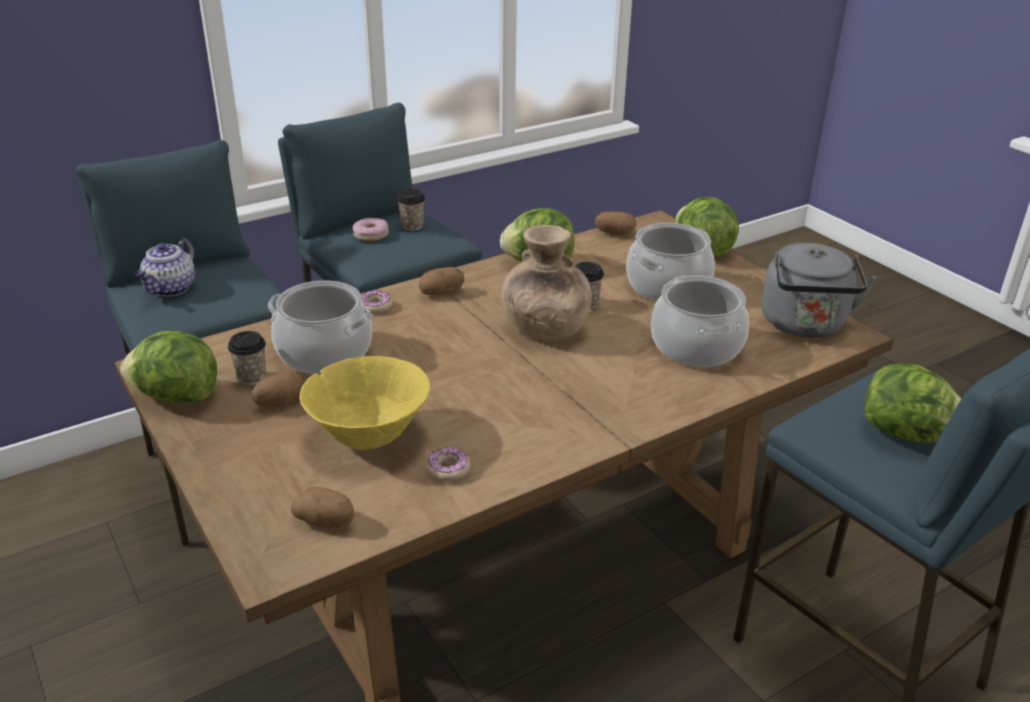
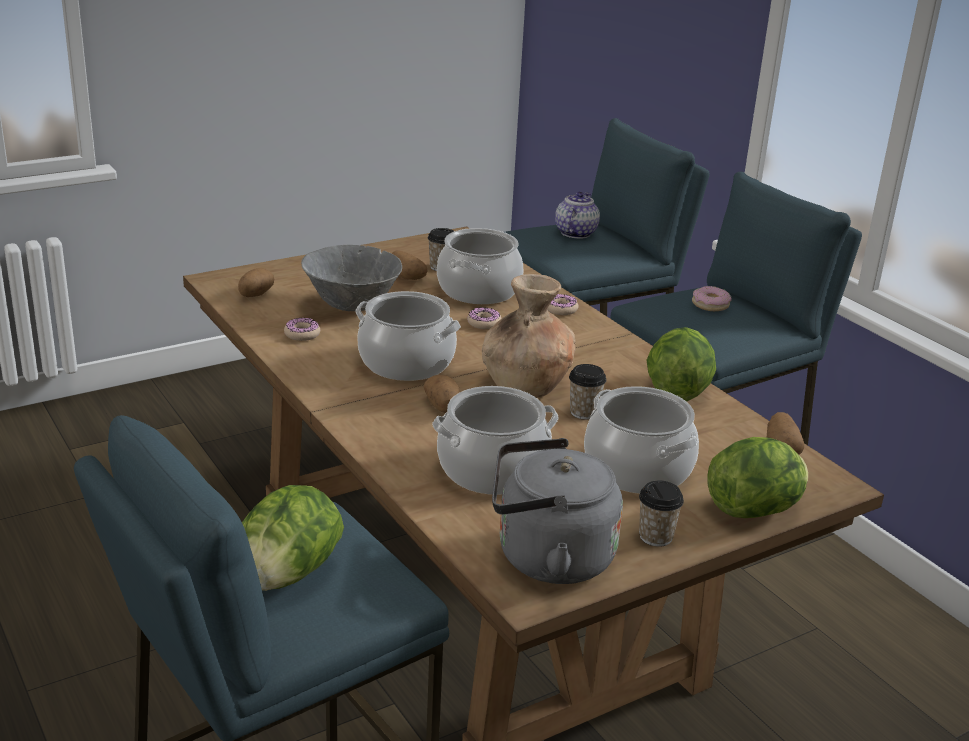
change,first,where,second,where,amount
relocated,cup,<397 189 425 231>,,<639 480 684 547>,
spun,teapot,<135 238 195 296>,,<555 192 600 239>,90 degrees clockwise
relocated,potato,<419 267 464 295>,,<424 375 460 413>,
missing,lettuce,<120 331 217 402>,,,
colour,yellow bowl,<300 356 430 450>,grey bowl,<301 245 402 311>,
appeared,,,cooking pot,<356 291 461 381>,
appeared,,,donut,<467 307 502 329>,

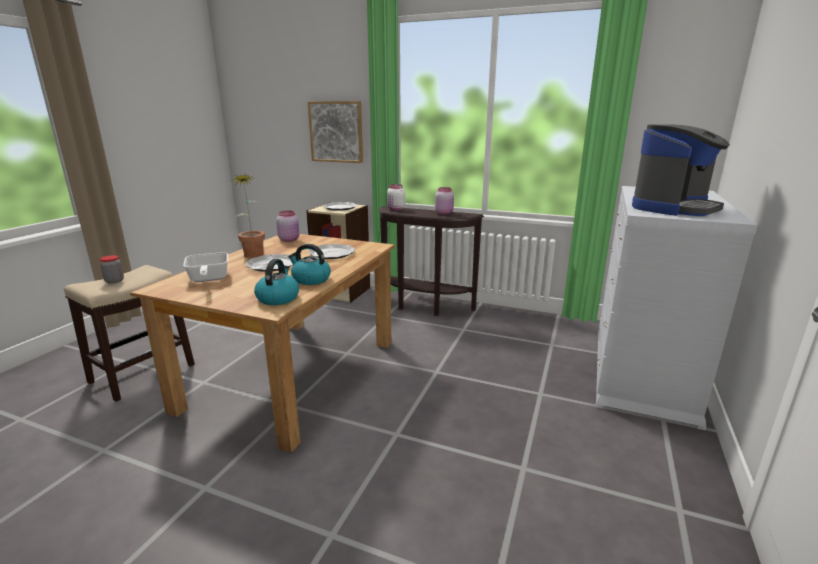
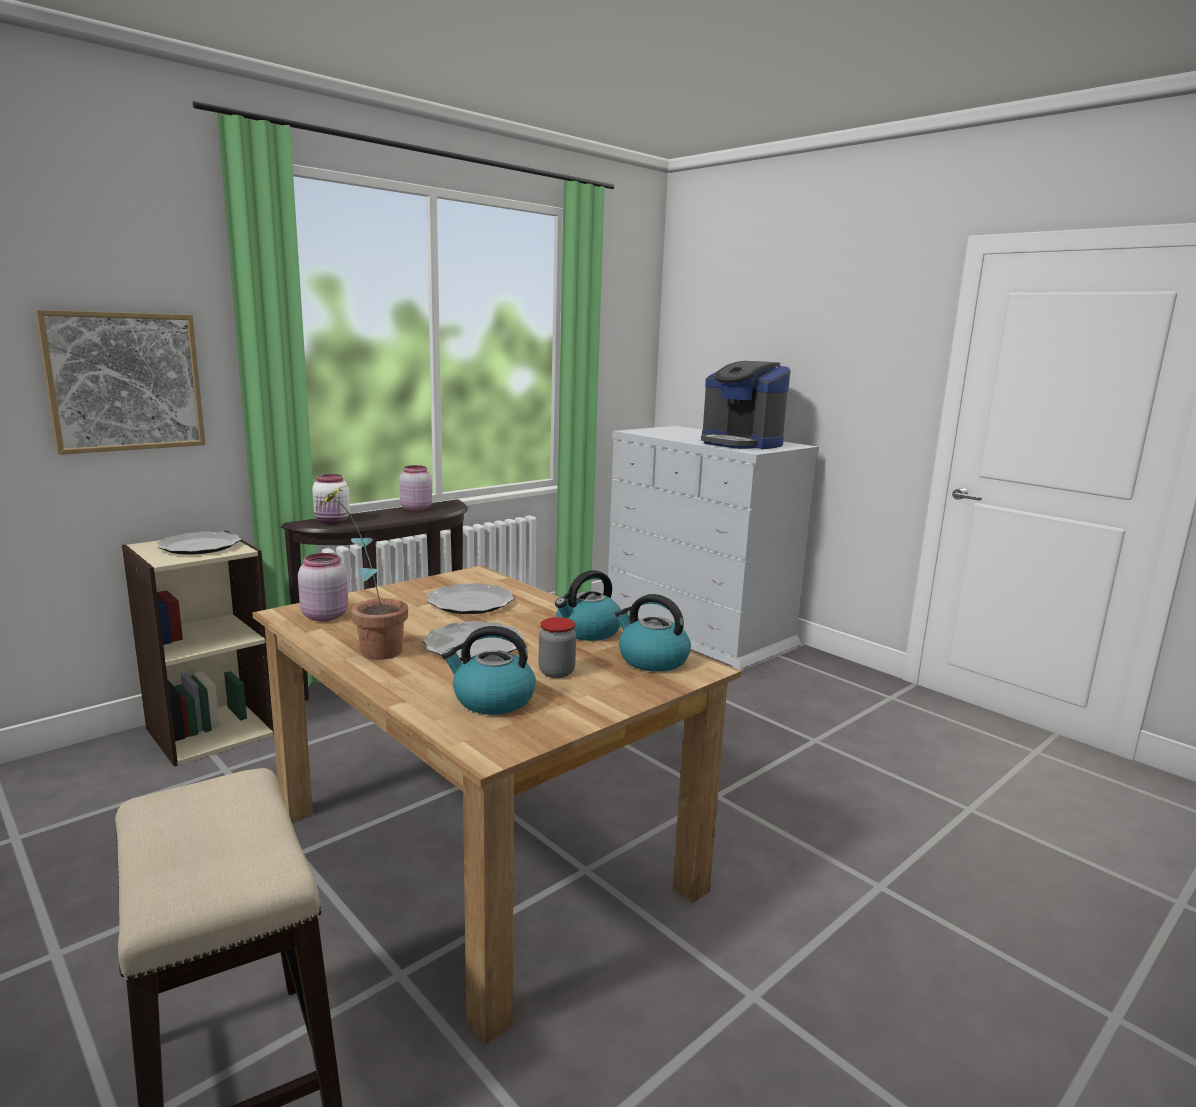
change,first,where,second,where,amount
spun,coffee machine,<632 124 730 216>,,<701 361 791 449>,150 degrees clockwise
exchanged,frying pan,<183 252 228 282>,kettle,<442 626 536 715>,
relocated,jar,<100 255 124 284>,,<539 617 576 678>,

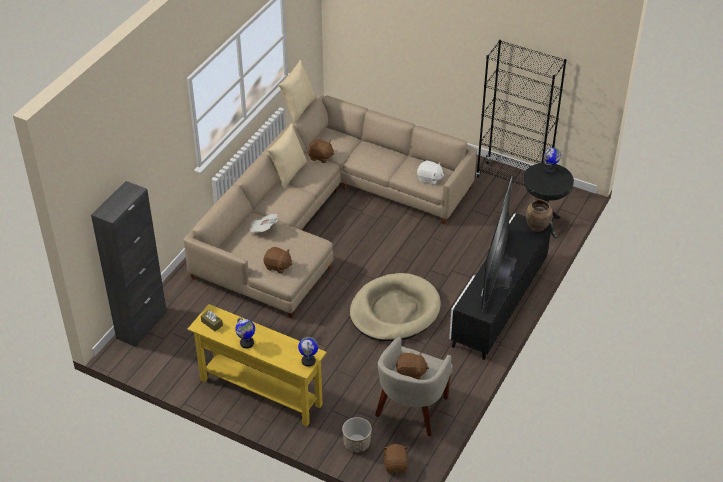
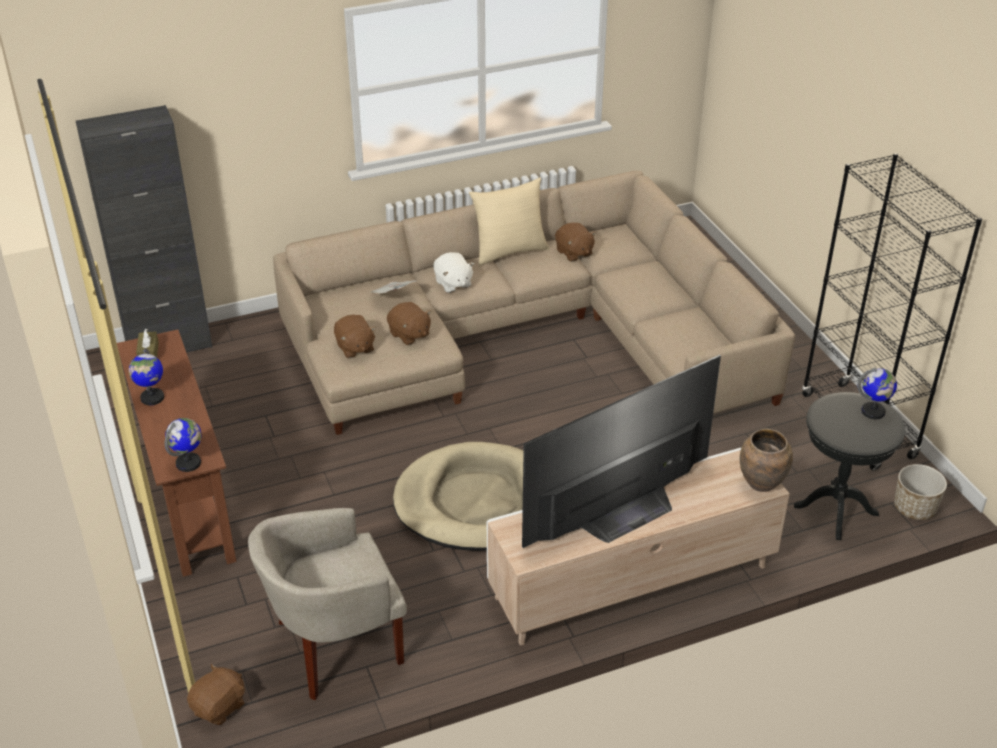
change,first,where,second,where,amount
missing,beige pillow,<278 60 316 124>,,,
relocated,white plush toy,<417 160 444 185>,,<434 252 474 293>,
colour,black tv stand,<449 213 552 360>,beige tv stand,<487 447 790 646>,
colour,yellow console table,<188 304 327 426>,brown console table,<117 330 236 577>,
relocated,brown plush toy,<396 352 429 380>,,<387 302 431 345>,
relocated,planter,<342 417 372 453>,,<894 464 947 520>,

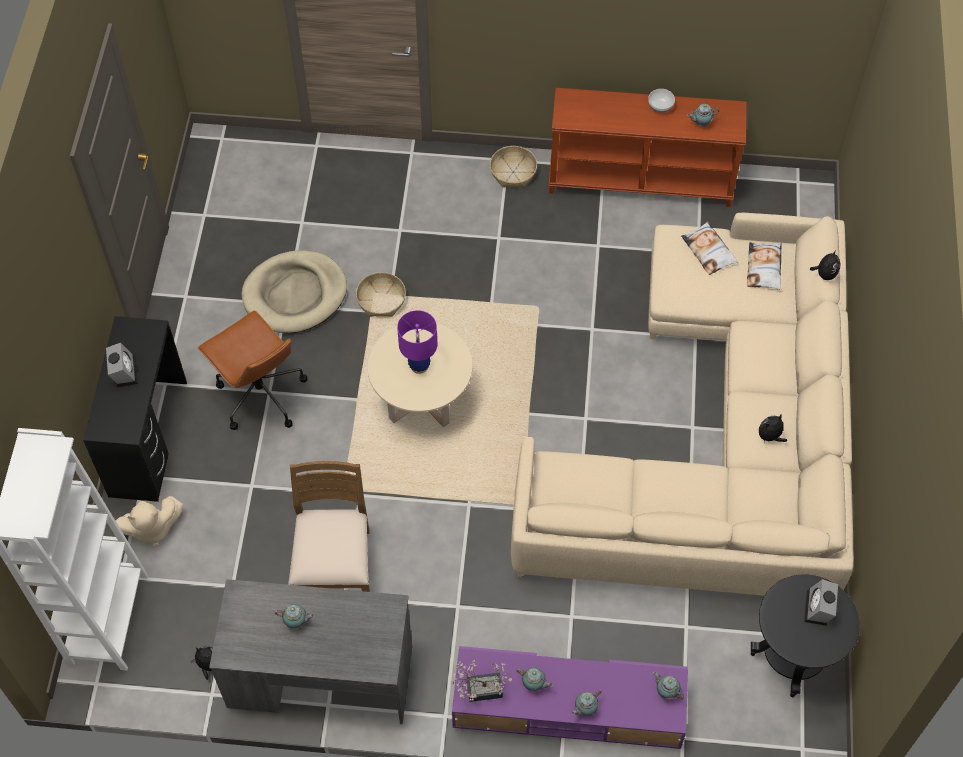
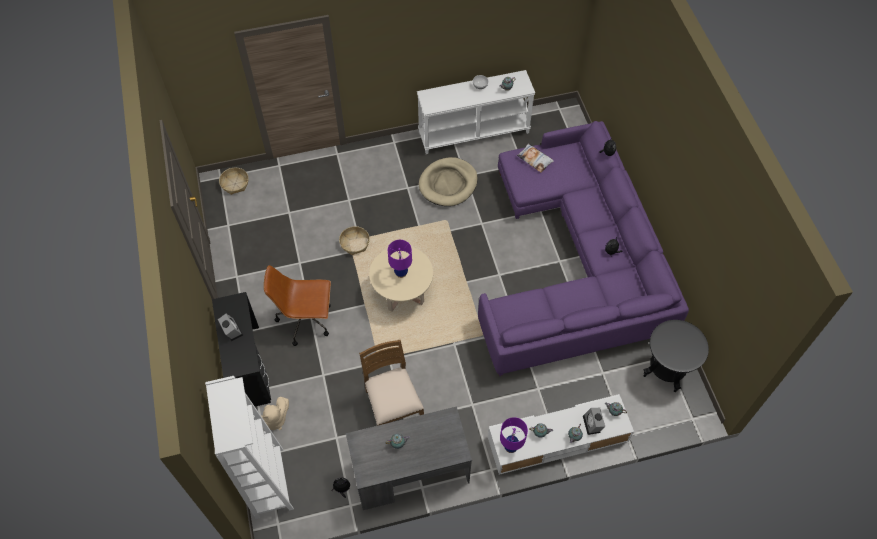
change,first,where,second,where,amount
colour,brown console table,<548 88 747 207>,white console table,<417 70 535 154>,
relocated,basket,<490 146 537 187>,,<219 168 249 195>,
colour,beige sofa,<511 212 854 596>,purple sofa,<478 121 689 376>,
missing,pillow,<747 242 782 290>,,,
relocated,beige dog bed,<242 250 347 333>,,<419 157 478 206>,
spun,brown office chair,<198 311 307 430>,,<264 265 331 346>,150 degrees clockwise
relocated,alarm clock,<804 579 838 626>,,<583 408 605 435>,
colour,purple tv stand,<452 646 688 749>,white tv stand,<488 394 634 475>,
exchanged,potted plant,<452 660 512 702>,purple table lamp,<500 417 528 453>,

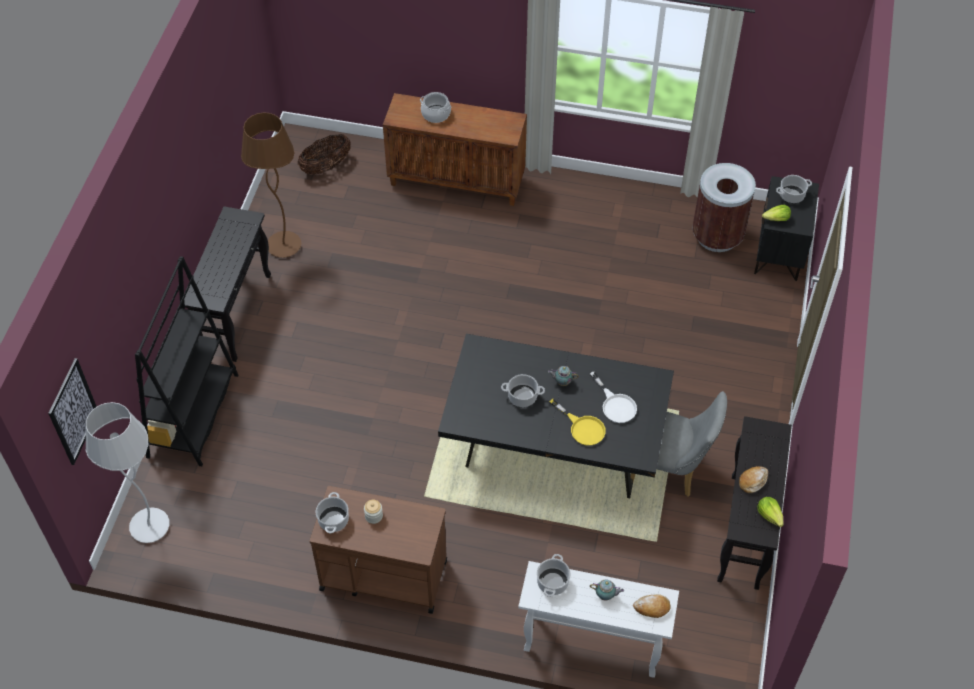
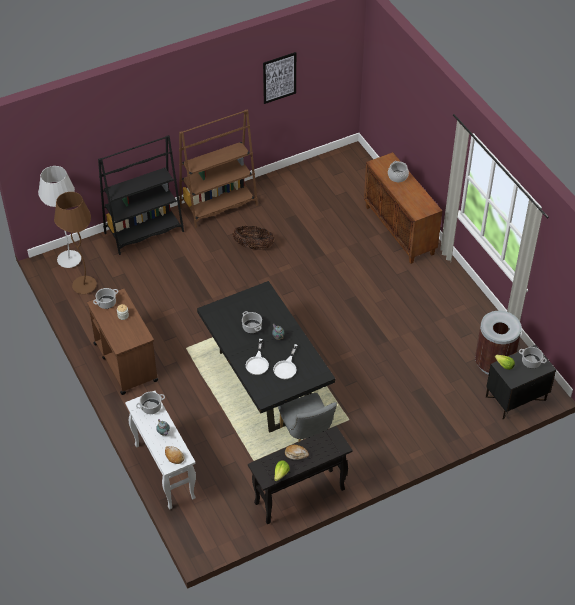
change,first,where,second,where,amount
relocated,brown floor lamp,<241 113 301 258>,,<54 192 97 294>,
relocated,basket,<298 134 351 175>,,<233 226 275 250>,
exchanged,black console table,<184 206 271 362>,brown bookcase,<179 110 258 228>,
relocated,picture,<48 358 97 465>,,<263 52 296 104>,
colour,yellow frying pan,<549 399 606 446>,white frying pan,<246 339 269 375>,

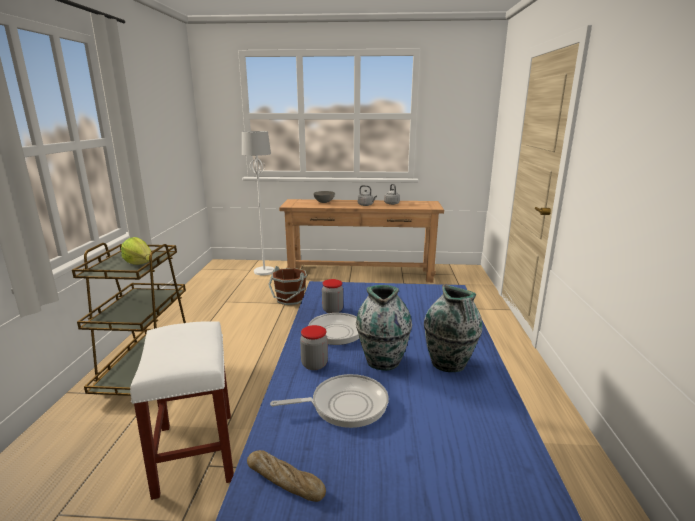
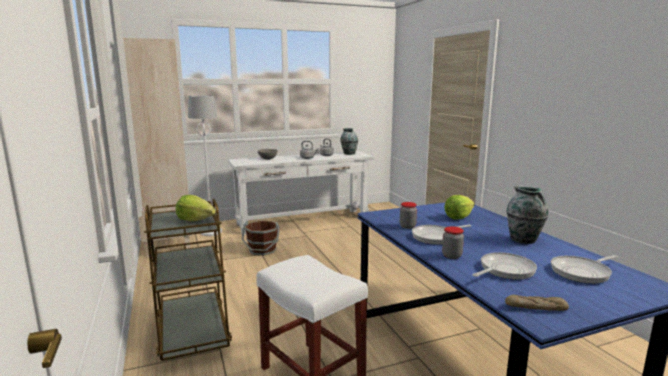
change,first,where,second,where,amount
colour,brown console table,<279 199 444 283>,white console table,<228 151 374 235>,
relocated,vase,<356 285 412 371>,,<340 128 358 155>,
appeared,,,beige bookcase,<123 38 192 257>,
appeared,,,lettuce,<444 195 475 219>,
appeared,,,frying pan,<551 255 618 284>,

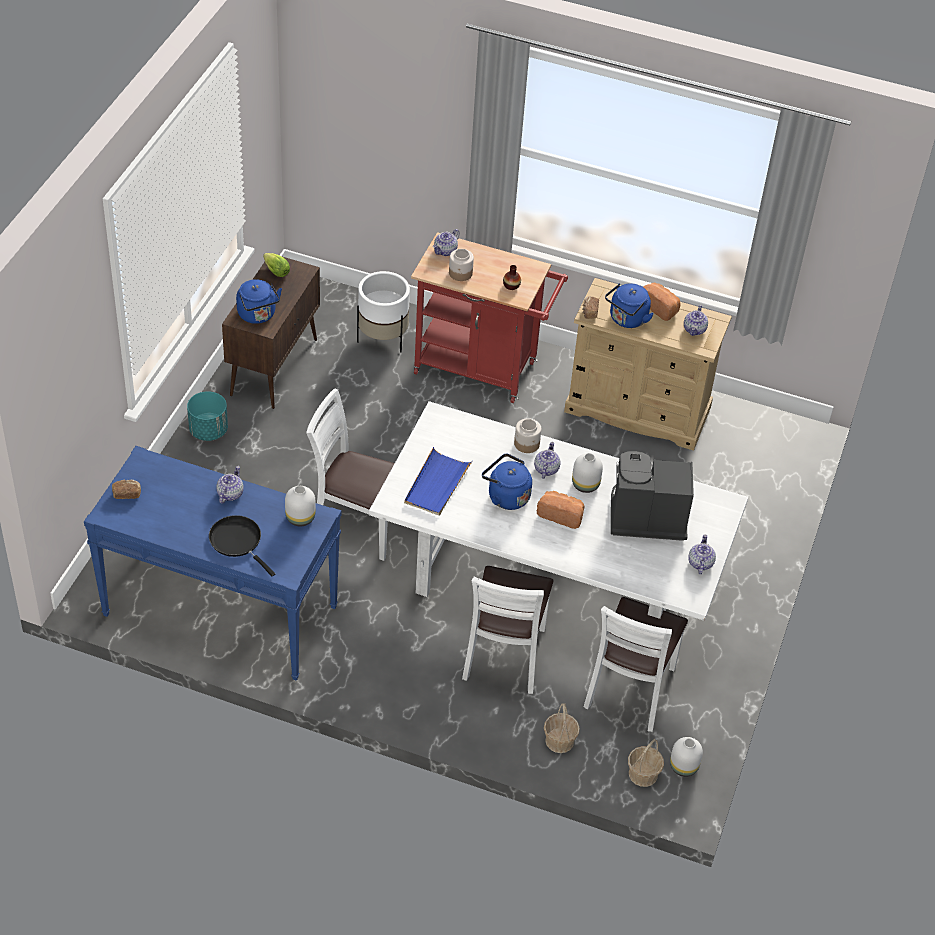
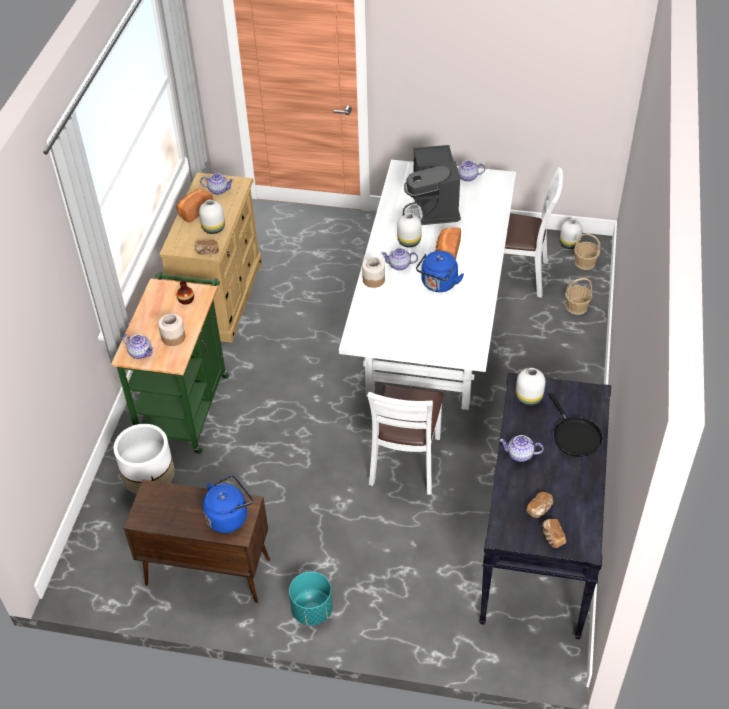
change,first,where,second,where,amount
colour,red cart,<411 232 568 403>,green cart,<111 271 229 454>,
missing,lettuce,<263 253 290 277>,,,
exchanged,blue kettle,<605 283 654 328>,white vase,<199 200 225 234>,
colour,blue console table,<84 446 342 681>,black console table,<479 373 611 640>,
missing,blue tray,<404 447 472 516>,,,
spun,black frying pan,<209 515 275 577>,,<548 393 603 457>,60 degrees counterclockwise
missing,white chair,<462 566 553 694>,,,
appeared,,,bread,<526 492 553 518>,

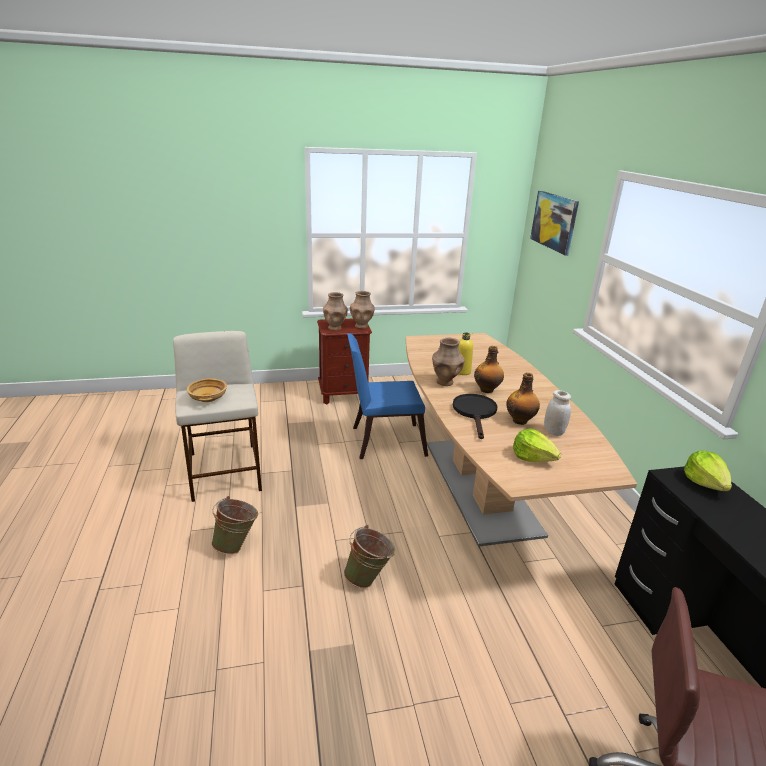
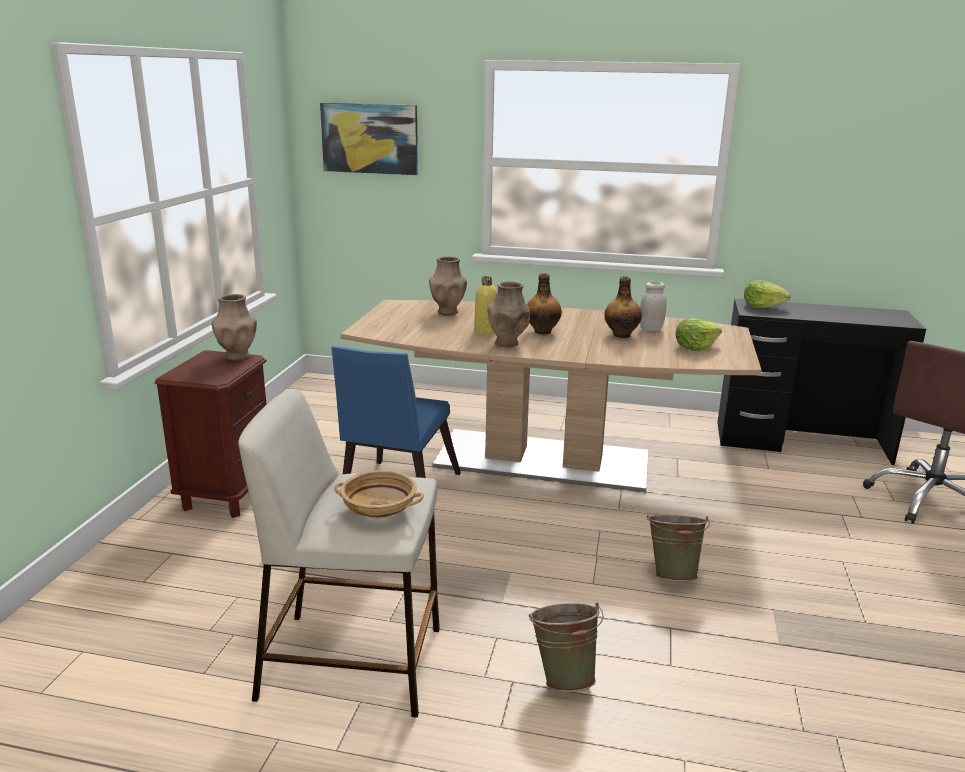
change,first,where,second,where,amount
relocated,brown vase,<323 292 348 331>,,<429 256 467 315>,
missing,black frying pan,<453 394 497 439>,,,

